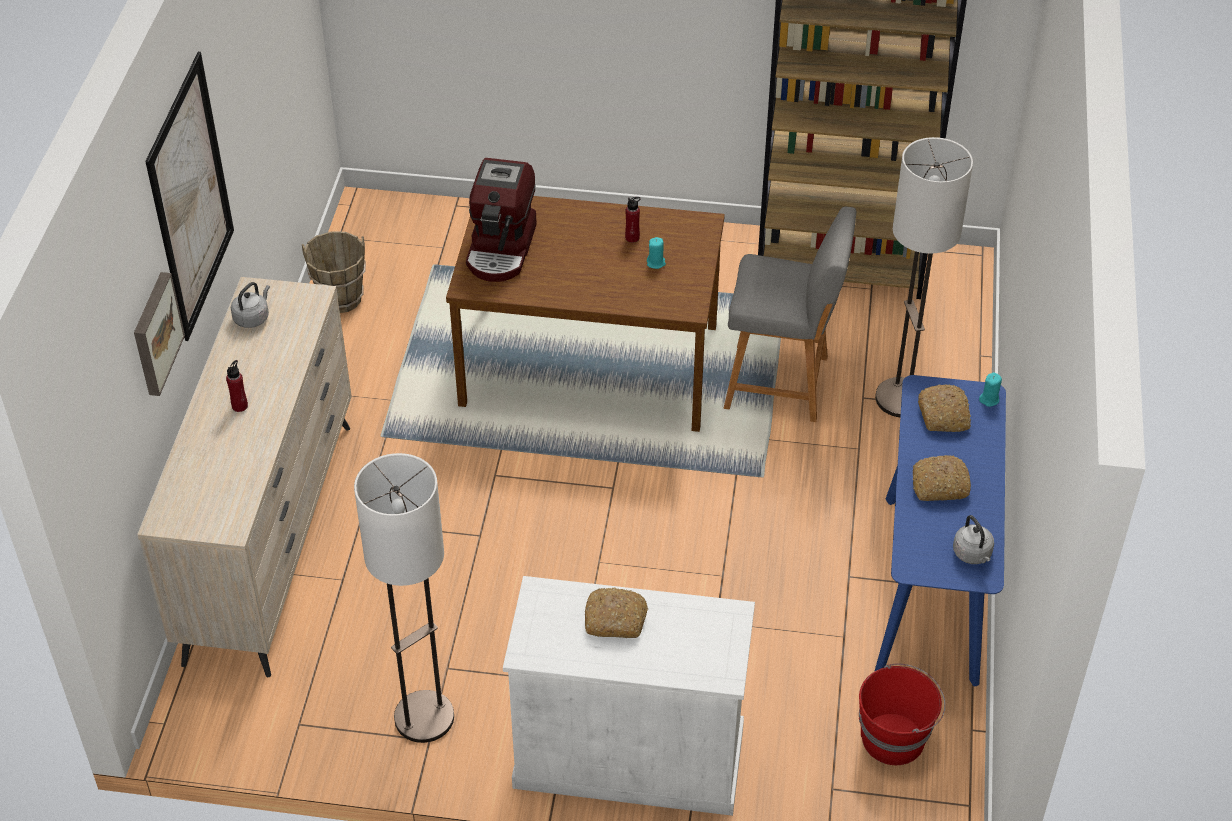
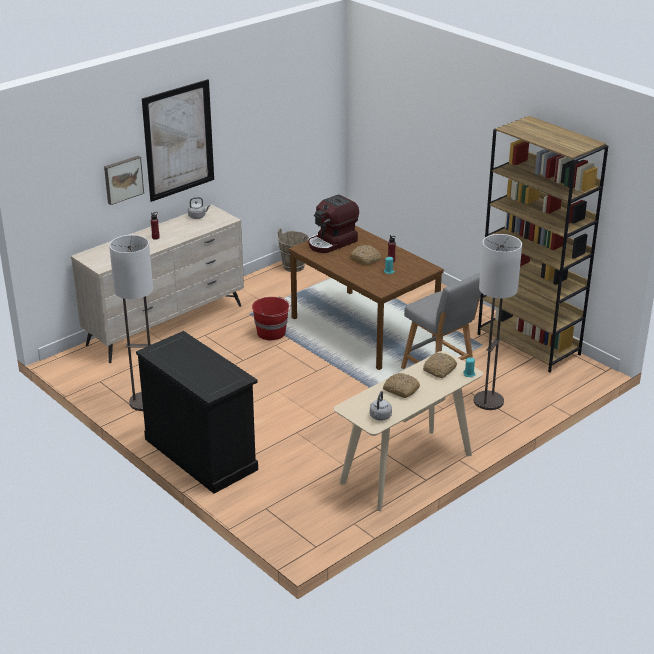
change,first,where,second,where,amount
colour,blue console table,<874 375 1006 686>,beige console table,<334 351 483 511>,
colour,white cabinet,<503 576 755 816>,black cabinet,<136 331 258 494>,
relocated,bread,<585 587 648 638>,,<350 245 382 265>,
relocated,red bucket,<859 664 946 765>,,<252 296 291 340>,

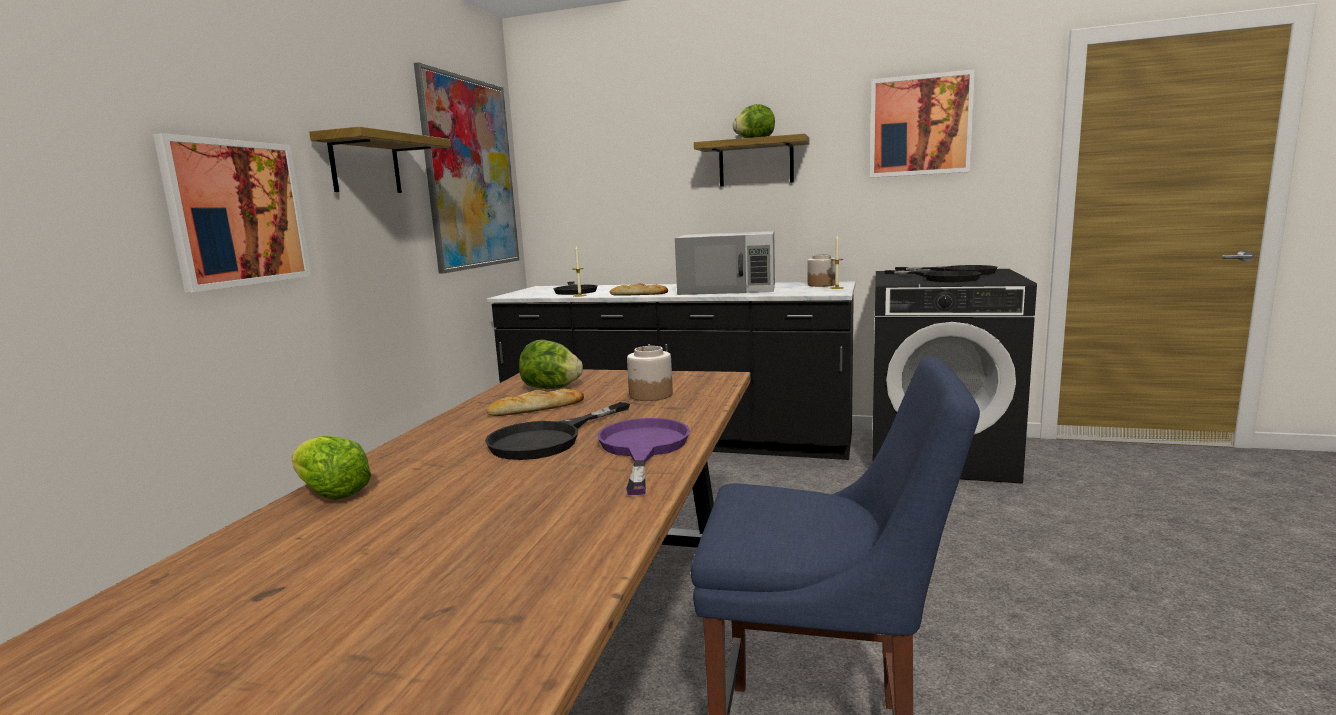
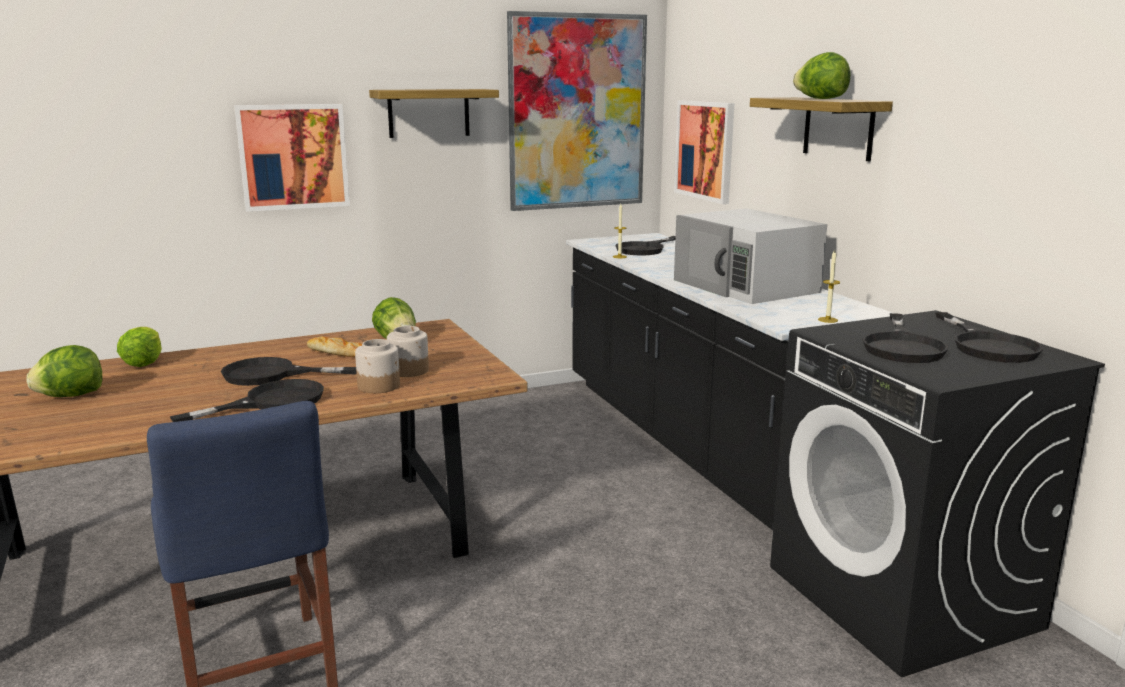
change,first,where,second,where,amount
relocated,picture,<870 69 975 178>,,<674 100 734 204>,
relocated,jar,<807 254 835 287>,,<355 339 400 393>,
missing,bread,<610 283 668 296>,,,
colour,purple frying pan,<597 418 690 495>,black frying pan,<170 379 324 422>,
appeared,,,lettuce,<26 345 103 397>,

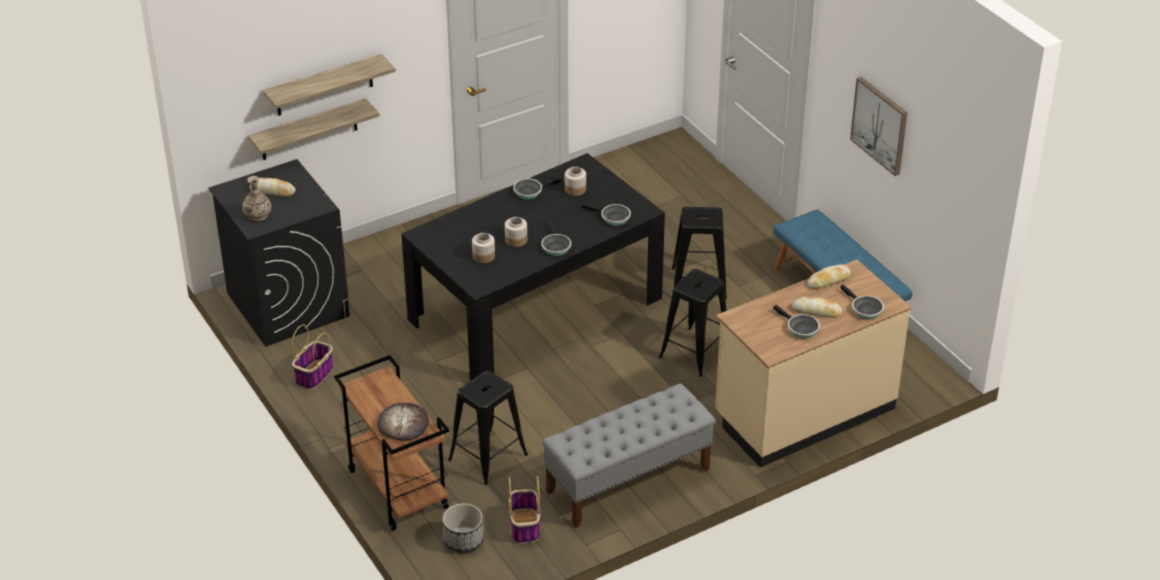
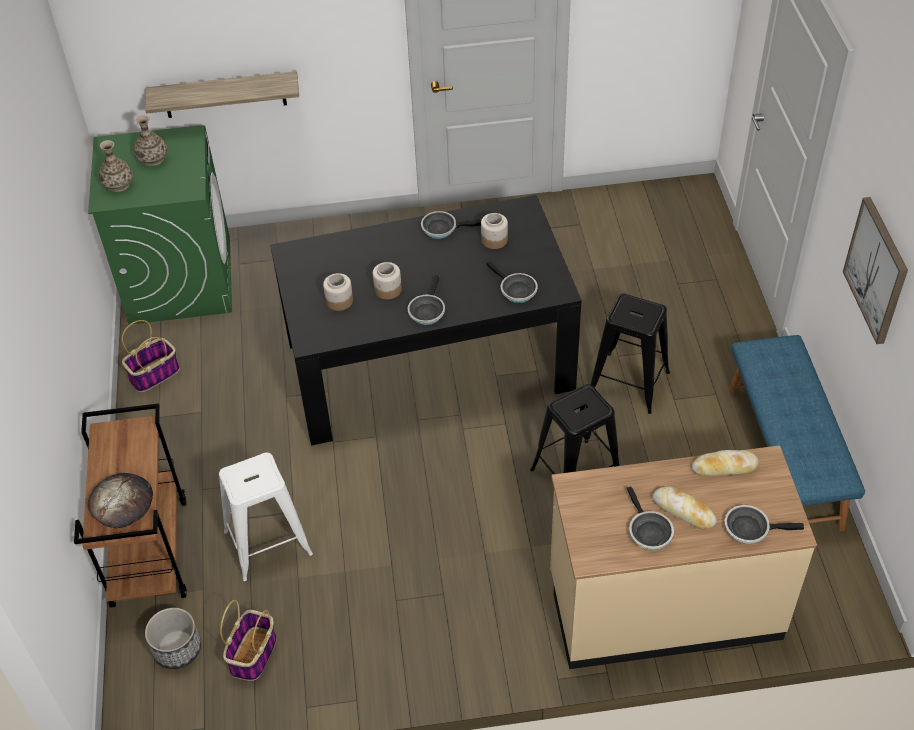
change,first,where,second,where,amount
missing,shelf,<263 54 396 116>,,,
colour,black washing machine,<209 159 350 347>,green washing machine,<88 125 232 324>,
exchanged,bread,<250 178 296 197>,vase,<134 115 167 166>,
spun,frying pan,<841 284 884 319>,,<724 505 804 544>,105 degrees clockwise
colour,black stool,<448 371 528 485>,white stool,<219 452 313 581>,
missing,grey bench,<542 383 716 528>,,,

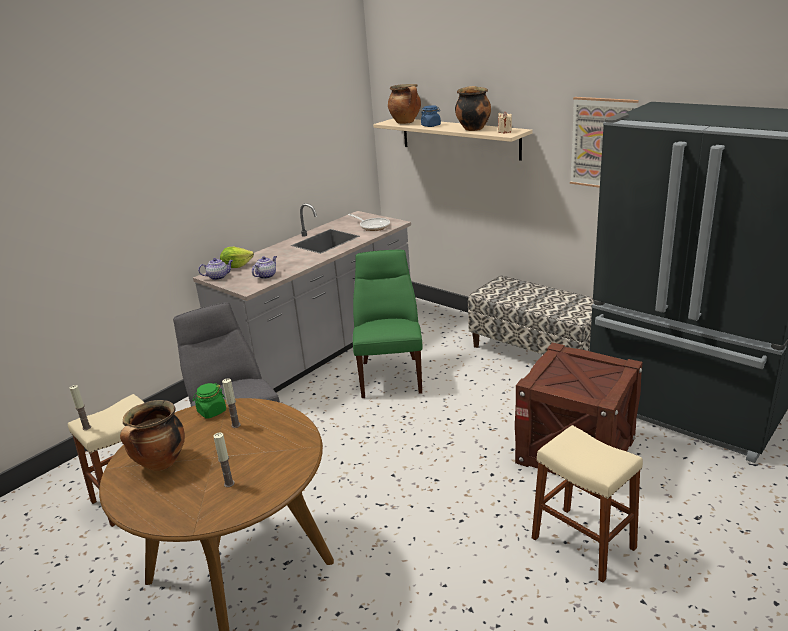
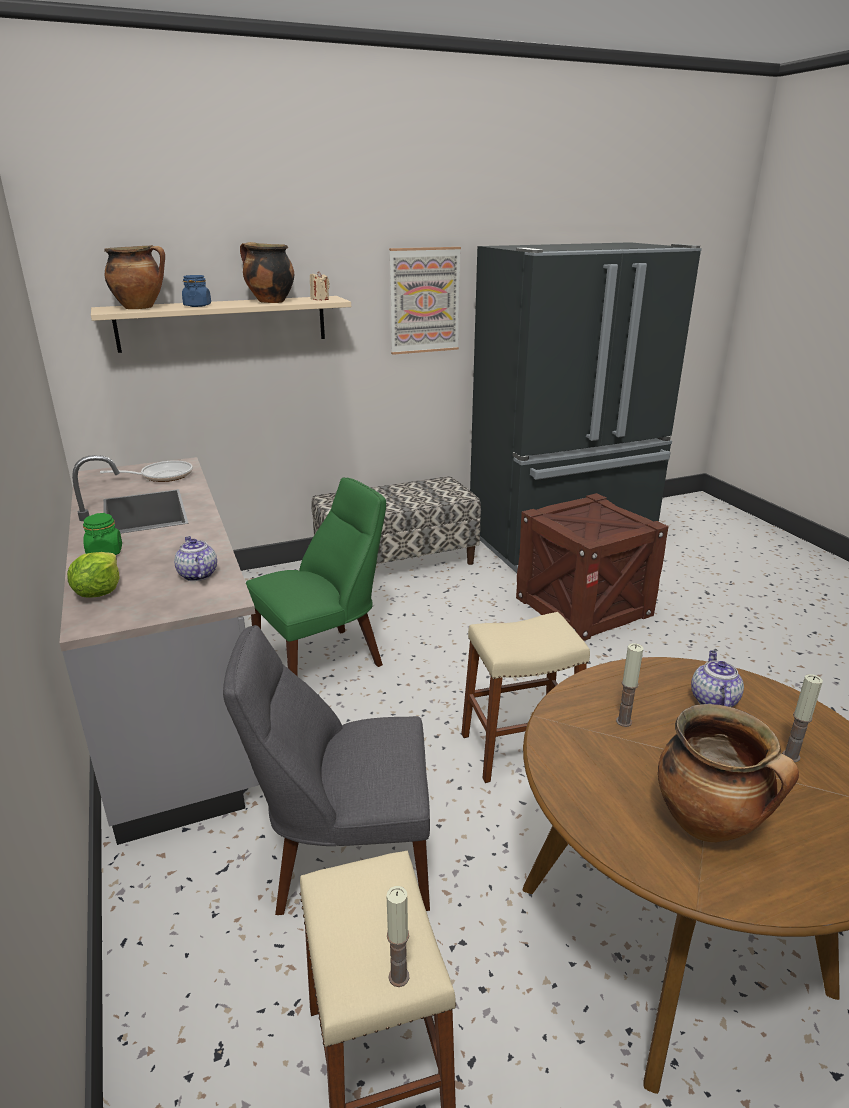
change,first,where,second,where,amount
spun,green chair,<353 250 423 398>,,<246 478 386 676>,120 degrees clockwise
relocated,teapot,<198 258 233 280>,,<691 650 744 707>,
relocated,green jar,<193 383 226 419>,,<83 513 122 555>,
relocated,beige stool,<532 425 643 583>,,<461 612 590 783>,

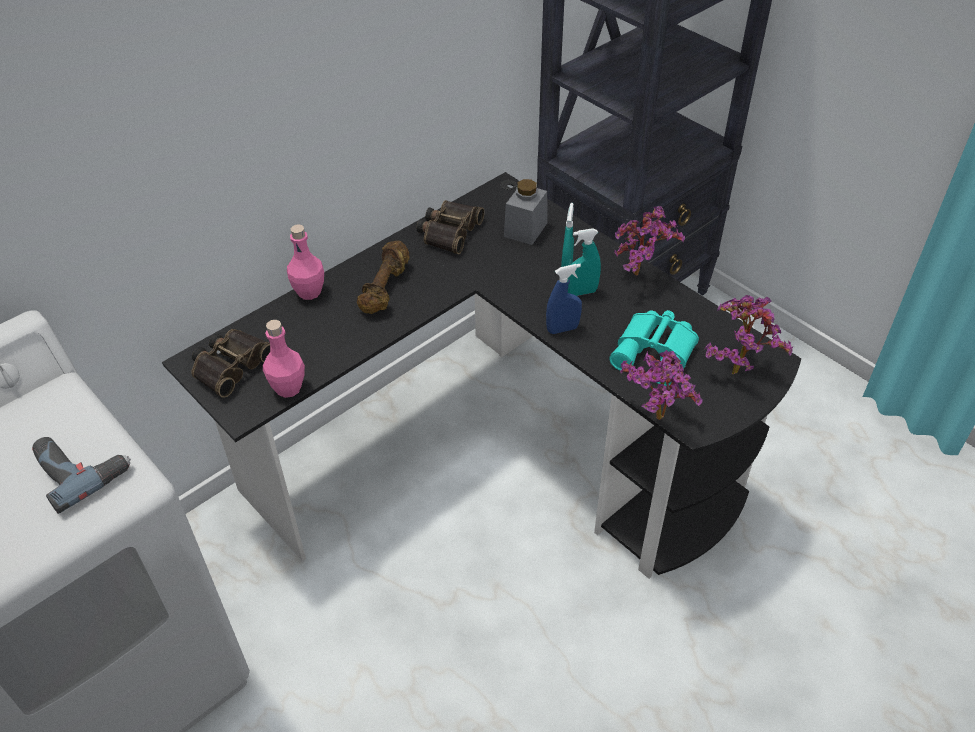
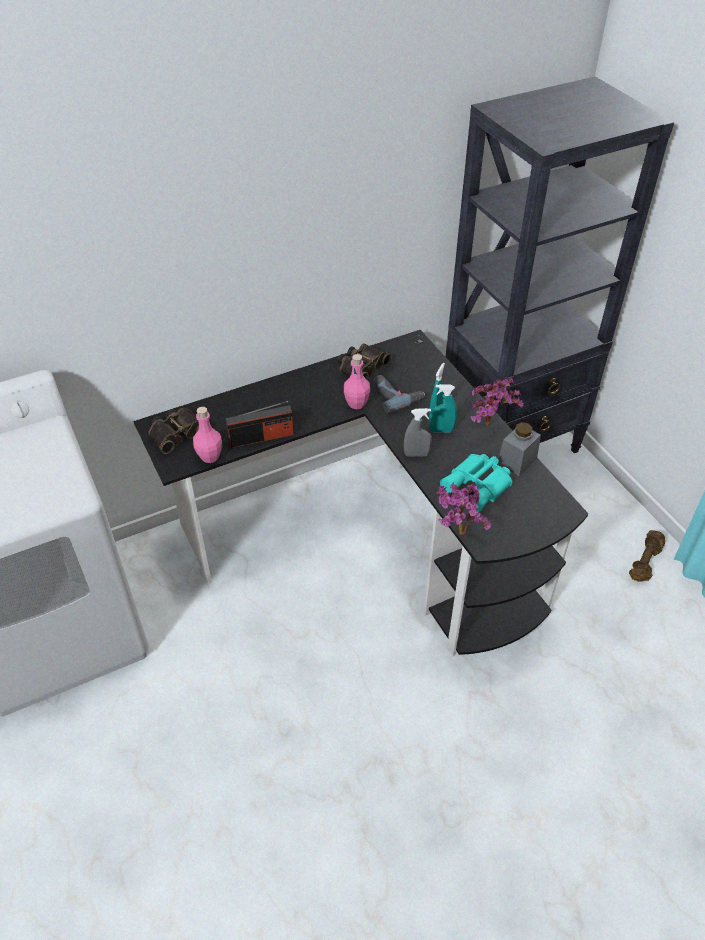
change,first,where,second,where,amount
relocated,grey jar,<504 179 548 245>,,<498 422 541 476>,
relocated,pink bottle,<287 225 324 300>,,<344 354 370 409>,
relocated,brown dumbbell,<357 241 409 314>,,<629 530 665 582>,
colour,blue spray bottle,<546 264 582 334>,grey spray bottle,<404 408 432 457>,
missing,potted plant,<705 295 793 374>,,,
relocated,power drill,<32 437 131 514>,,<374 375 425 413>,
appeared,,,radio,<225 401 294 448>,

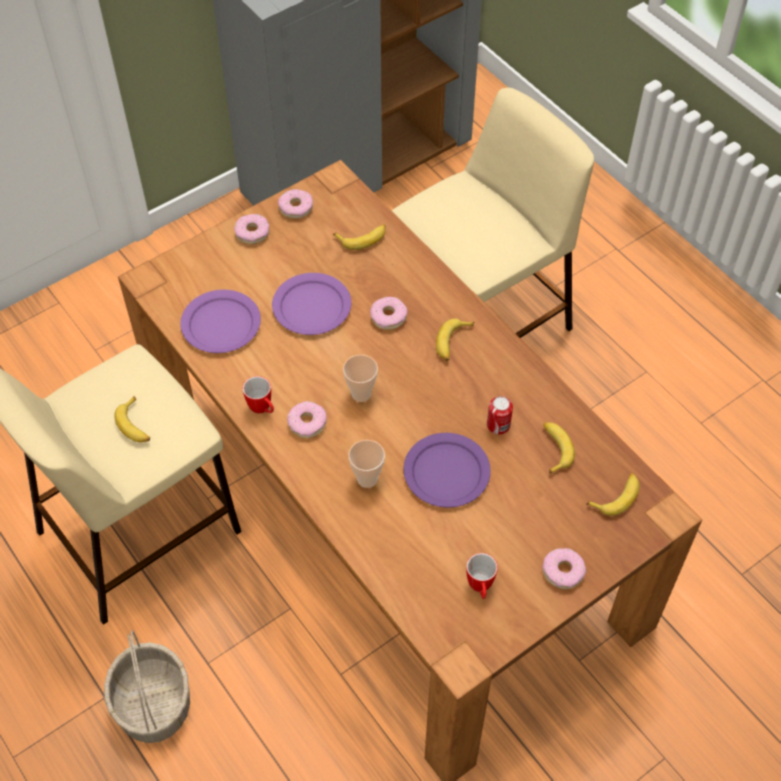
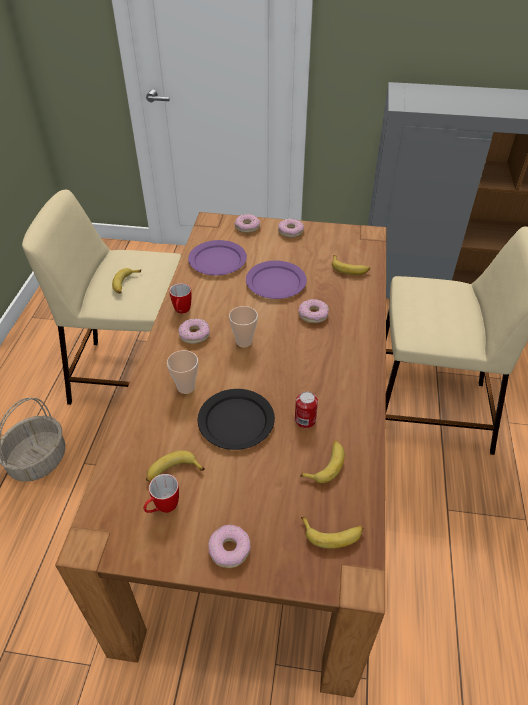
change,first,where,second,where,amount
relocated,donut,<278 189 313 219>,,<235 214 260 233>,
relocated,banana,<436 318 474 361>,,<146 451 205 481>,
colour,purple plate,<404 433 491 508>,black plate,<198 389 275 450>,

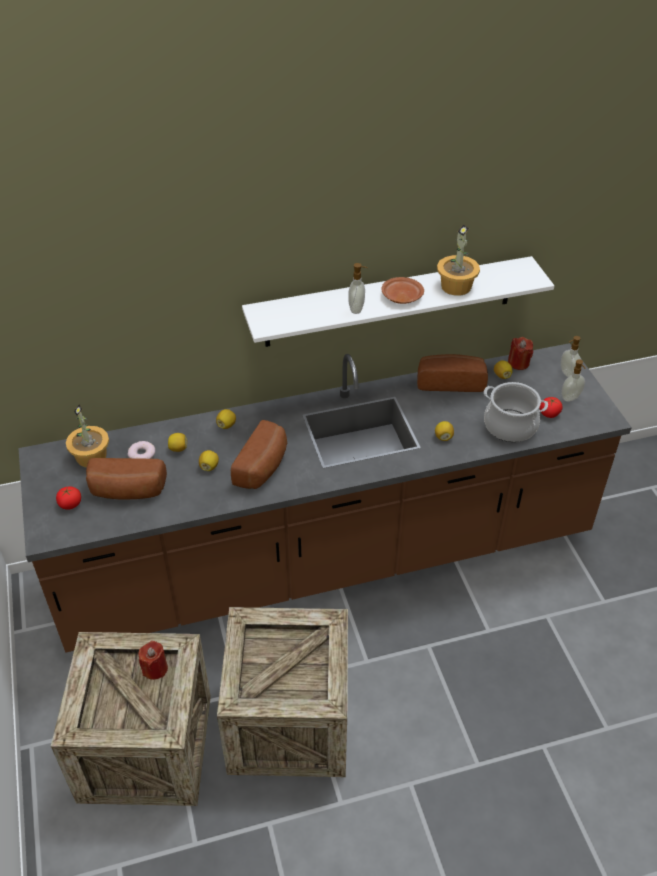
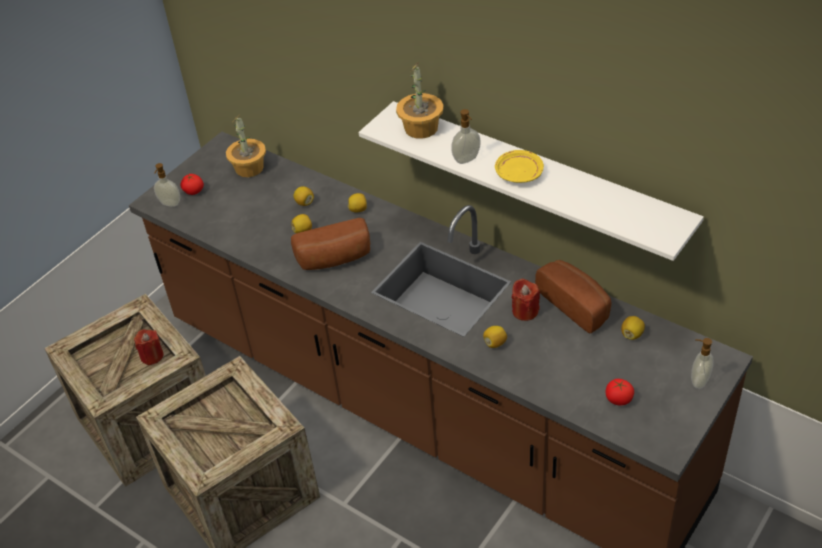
change,first,where,second,where,amount
relocated,potted plant,<437 224 480 296>,,<396 62 444 139>,
colour,brown plate,<381 277 424 304>,yellow plate,<495 150 544 183>,
relocated,red candle,<508 337 533 370>,,<512 278 540 321>,
relocated,soap dispenser,<561 359 586 402>,,<154 163 180 207>,
missing,cooking pot,<484 382 548 442>,,,
missing,donut,<128 441 155 459>,,,
missing,bread,<86 458 167 500>,,,

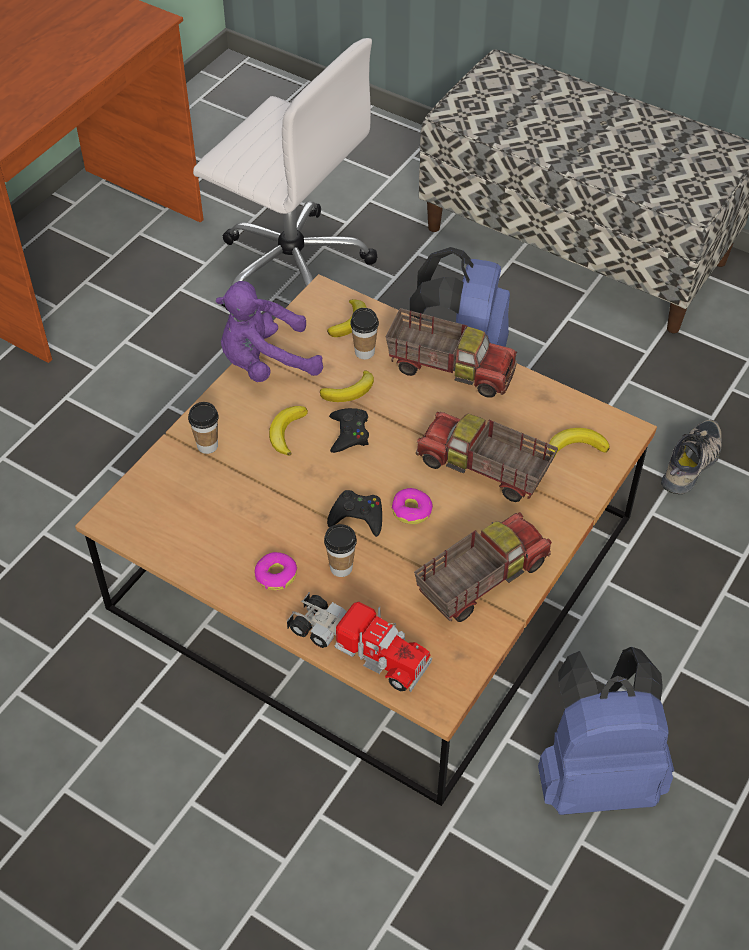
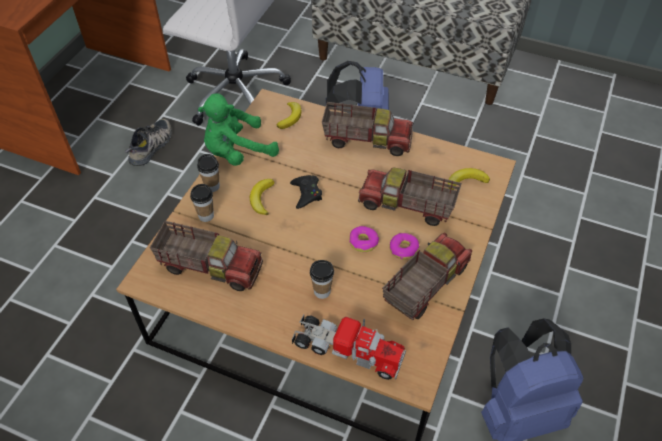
change,first,where,second,where,amount
colour,purple plush toy,<216 281 323 382>,green plush toy,<198 93 279 166>,
relocated,cup,<350 308 379 359>,,<197 154 220 192>,
missing,banana,<320 371 374 402>,,,
relocated,shoe,<661 420 722 494>,,<125 119 172 166>,
missing,black game controller,<327 490 382 537>,,,
relocated,donut,<254 552 297 590>,,<389 233 419 259>,
appeared,,,toy truck,<150 221 263 291>,

